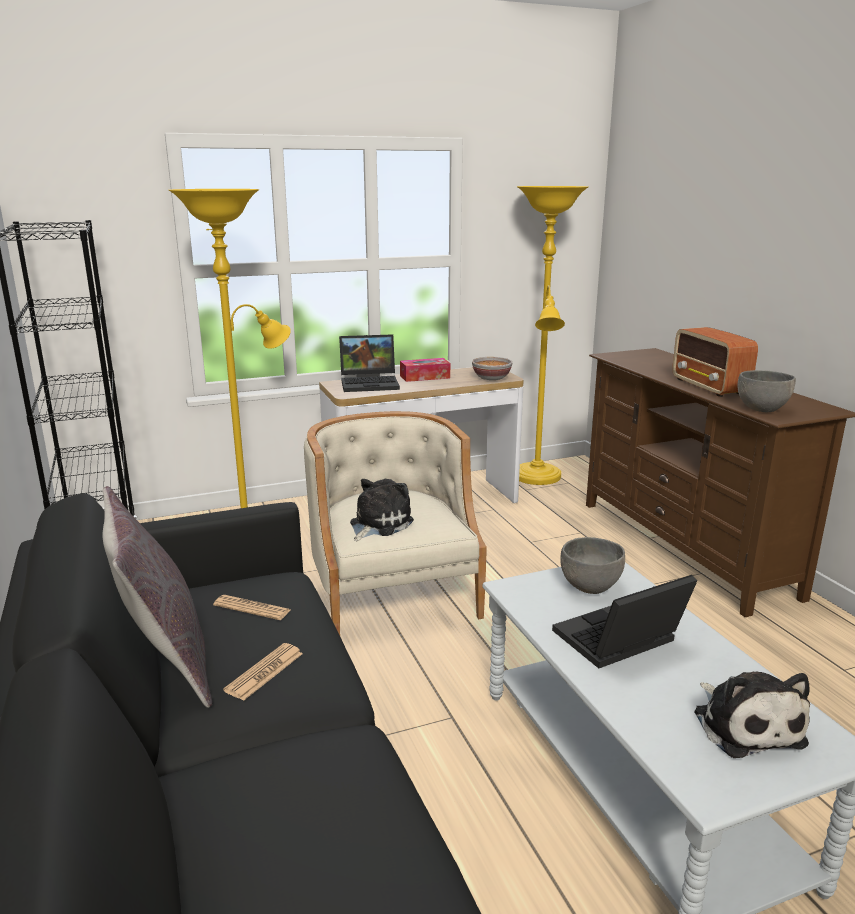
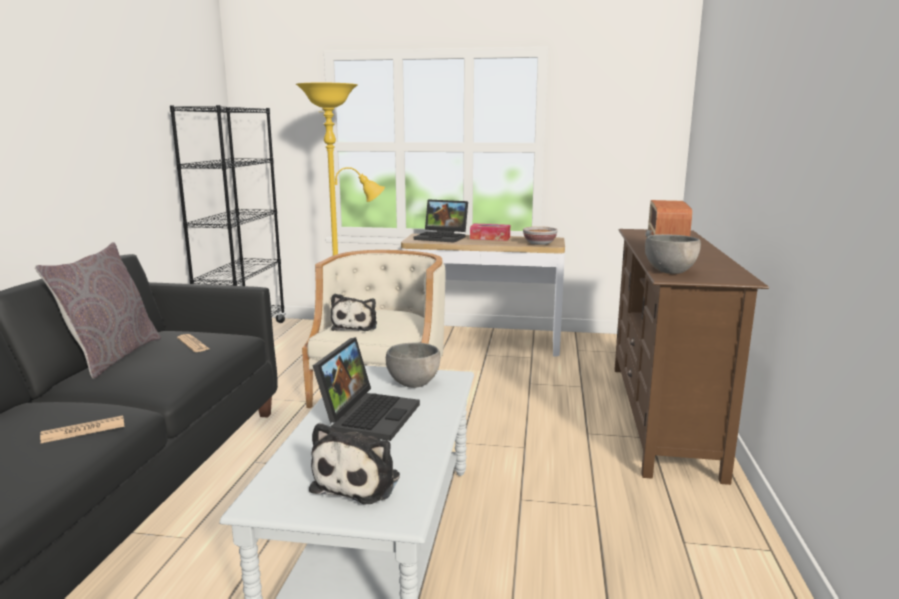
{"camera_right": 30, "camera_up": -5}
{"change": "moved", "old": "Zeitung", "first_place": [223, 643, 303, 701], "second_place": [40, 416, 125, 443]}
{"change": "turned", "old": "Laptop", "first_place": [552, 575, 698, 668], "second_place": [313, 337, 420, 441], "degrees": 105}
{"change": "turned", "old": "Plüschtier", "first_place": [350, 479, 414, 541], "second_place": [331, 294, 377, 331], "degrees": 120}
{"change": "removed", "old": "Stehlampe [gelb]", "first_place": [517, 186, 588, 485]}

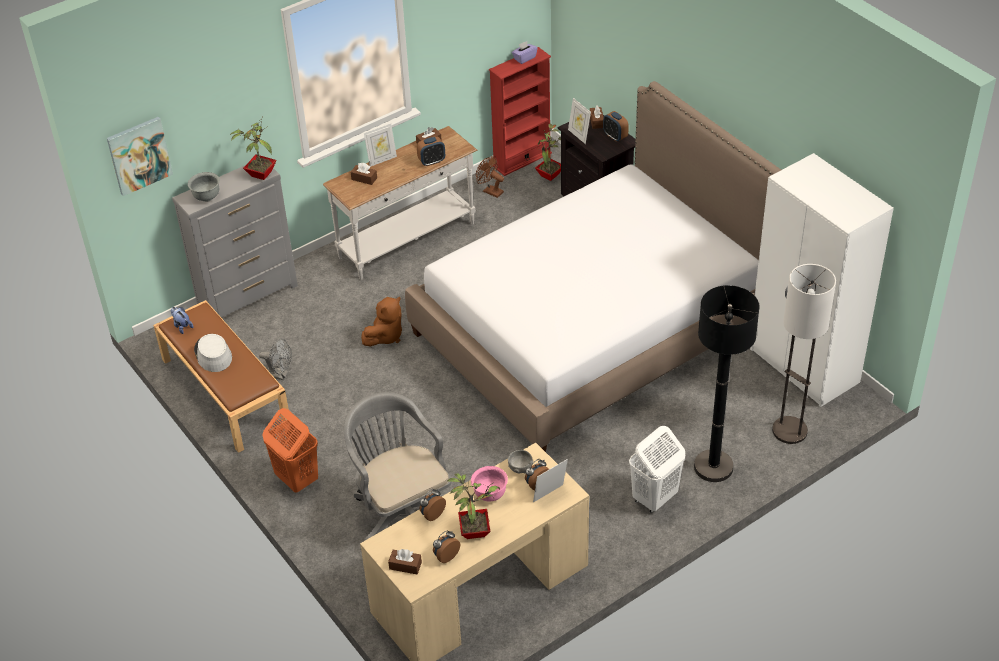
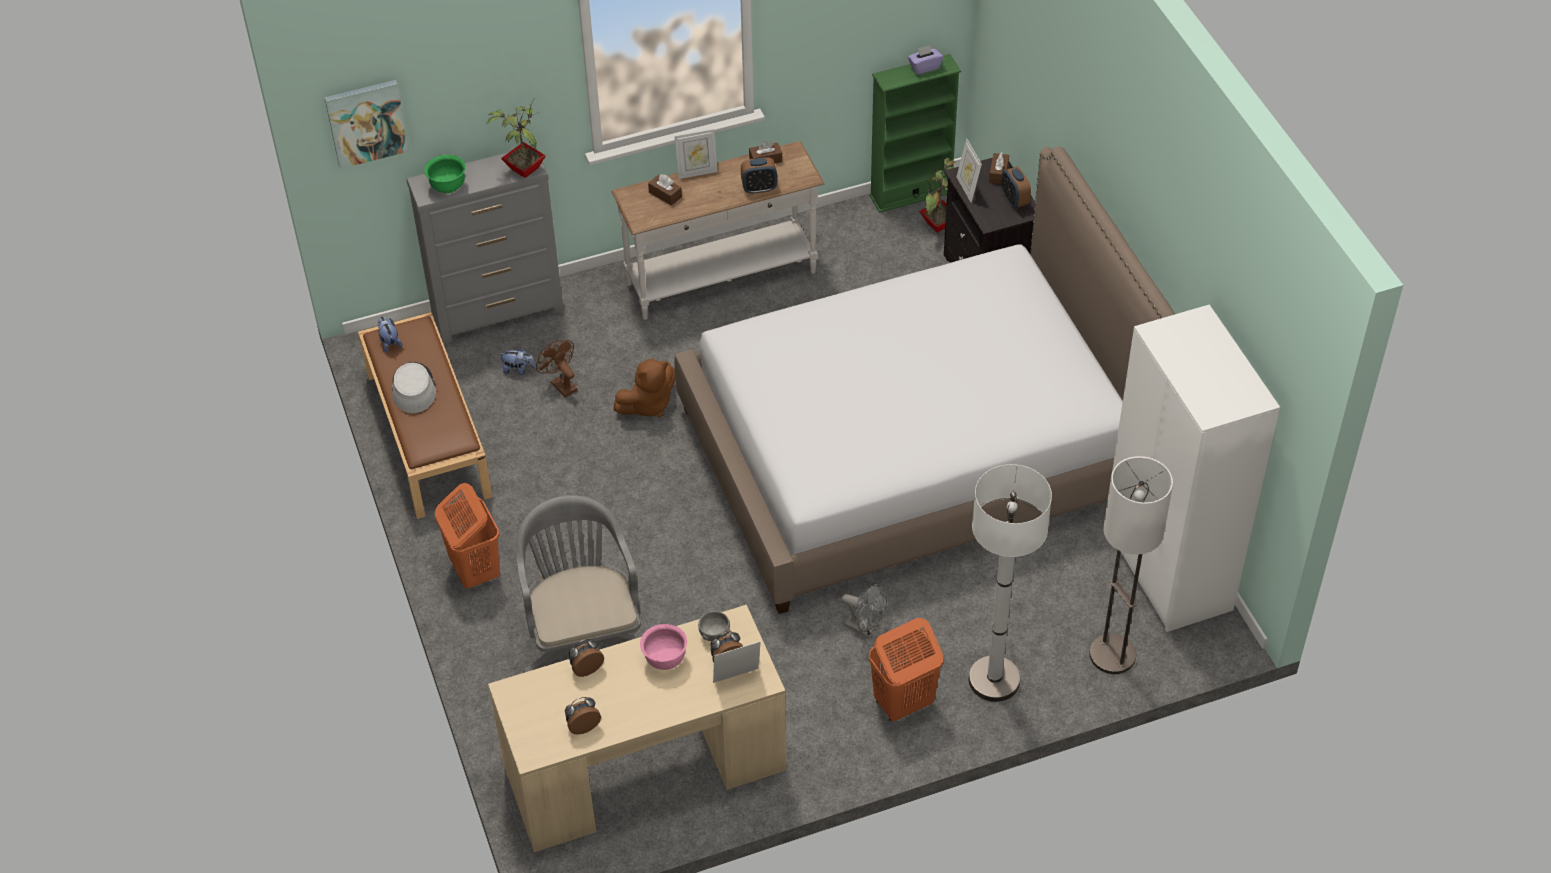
{"camera_right": 15, "camera_up": 5}
{"change": "recoloured", "old": "Schüssel [grau]", "new": "Schüssel [grün]", "first_place": [188, 172, 220, 202], "second_place": [424, 155, 466, 194]}
{"change": "added", "new": "Plüschtier", "second_place": [499, 348, 536, 375]}
{"change": "moved", "old": "Ventilator [braun]", "first_place": [476, 156, 504, 198], "second_place": [536, 340, 577, 397]}
{"change": "moved", "old": "Ventilator [grau]", "first_place": [259, 338, 292, 380], "second_place": [842, 584, 887, 637]}
{"change": "recoloured", "old": "Bücherregal [rot]", "new": "Bücherregal [grün]", "first_place": [489, 47, 552, 176], "second_place": [869, 54, 961, 213]}
{"change": "recoloured", "old": "Wäschekorb [weiß]", "new": "Wäschekorb [orange]", "first_place": [629, 426, 685, 513], "second_place": [869, 618, 943, 722]}
{"change": "recoloured", "old": "Stehlampe [schwarz]", "new": "Stehlampe [weiß]", "first_place": [694, 285, 760, 482], "second_place": [969, 464, 1052, 702]}
{"change": "removed", "old": "Taschentuchbox [braun]", "first_place": [388, 549, 422, 574]}
{"change": "removed", "old": "Topfpflanze", "first_place": [447, 473, 500, 539]}

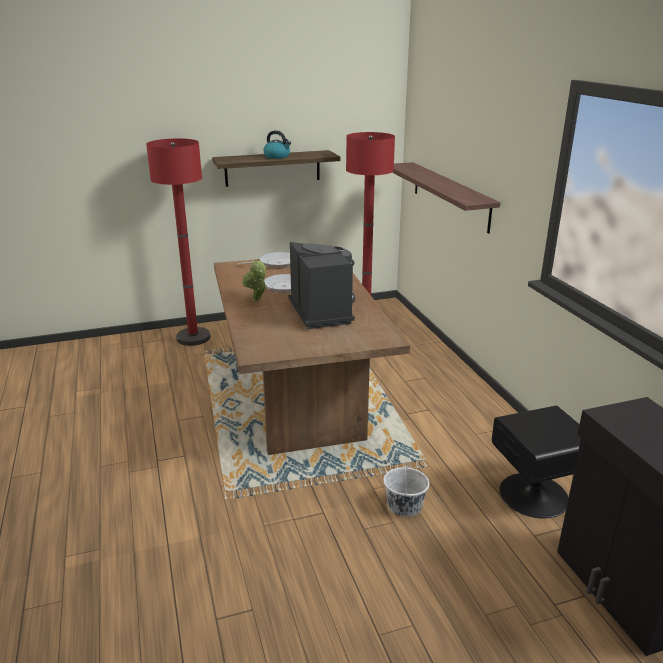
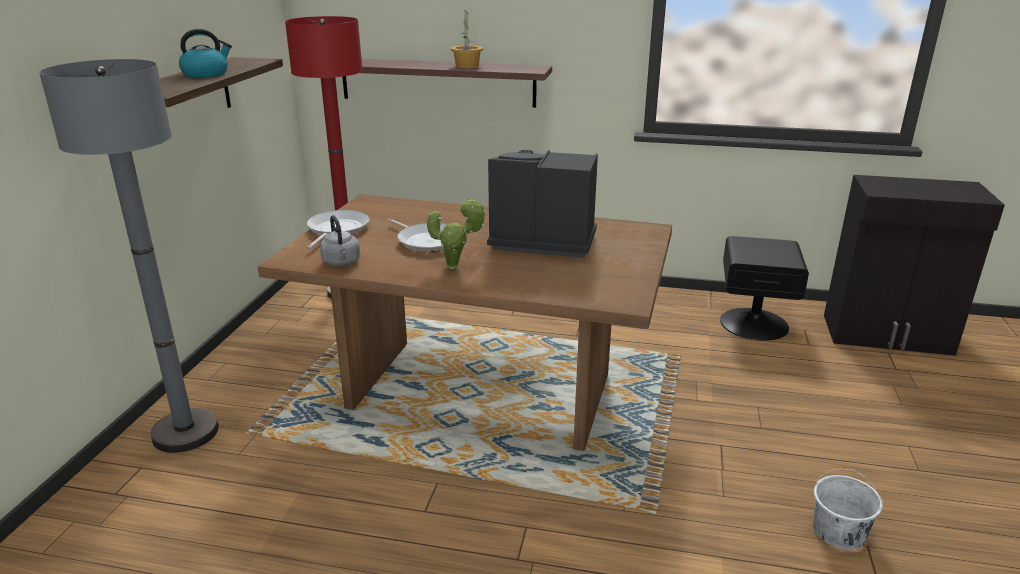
{"camera_right": -60, "camera_up": 0}
{"change": "recoloured", "old": "Stehlampe [rot]", "new": "Stehlampe [grau]", "first_place": [146, 138, 210, 346], "second_place": [39, 59, 219, 453]}
{"change": "added", "new": "Wasserkessel [grau]", "second_place": [320, 215, 360, 266]}
{"change": "added", "new": "Topfpflanze", "second_place": [451, 10, 483, 68]}
{"change": "moved", "old": "Eimer [weiß]", "first_place": [383, 458, 429, 517], "second_place": [813, 469, 883, 549]}

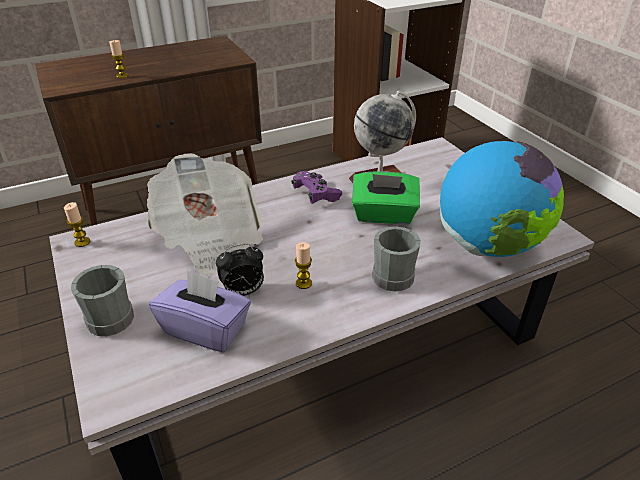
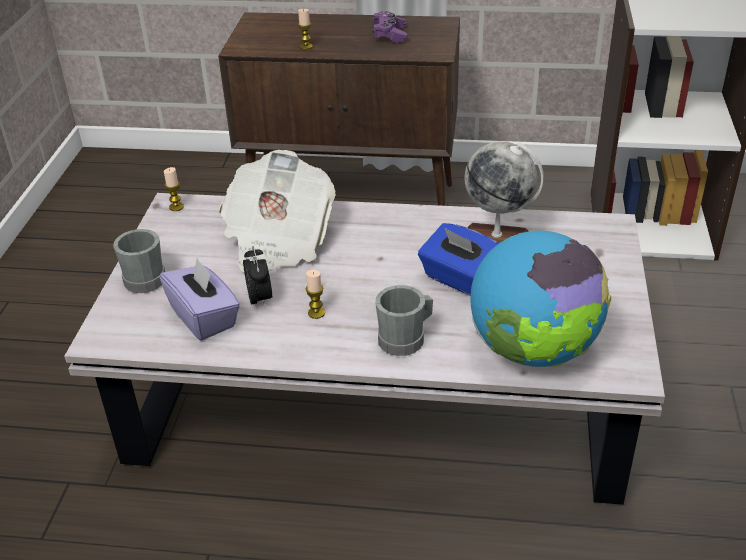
{"camera_right": 35, "camera_up": 0}
{"change": "turned", "old": "Wecker", "first_place": [216, 244, 264, 296], "second_place": [243, 246, 272, 308], "degrees": -120}
{"change": "moved", "old": "Gamepad [lila]", "first_place": [291, 171, 342, 204], "second_place": [373, 11, 408, 43]}
{"change": "recoloured", "old": "Taschentuchbox [grün]", "new": "Taschentuchbox [blau]", "first_place": [352, 171, 420, 224], "second_place": [418, 223, 499, 296]}

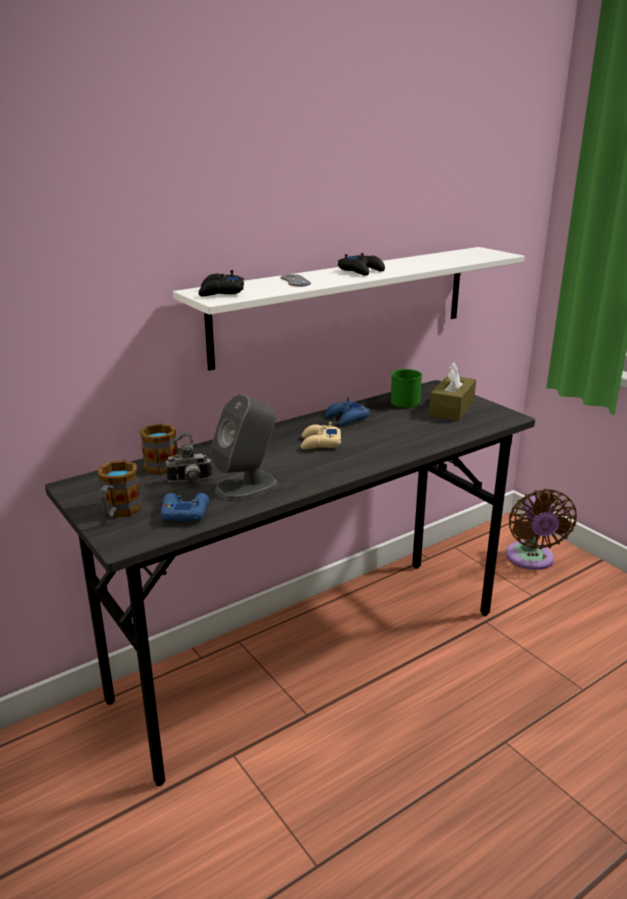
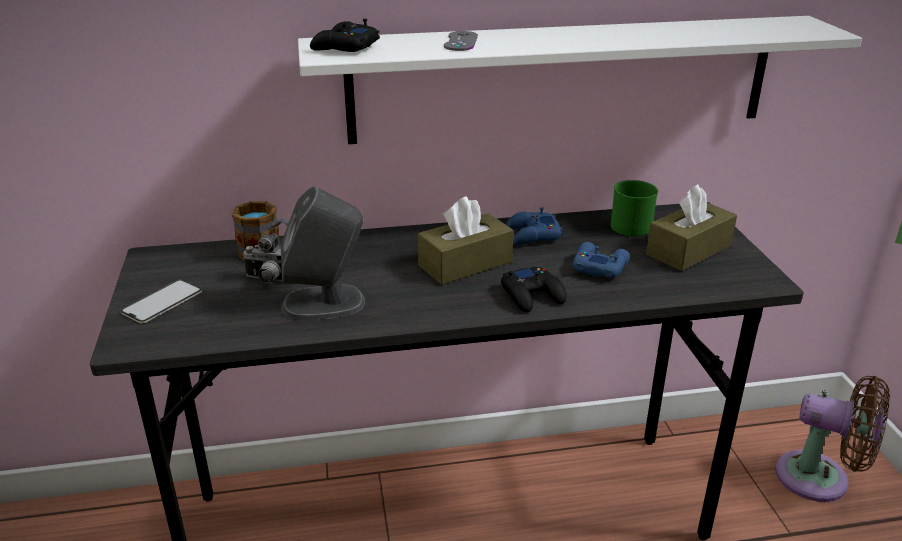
{"camera_right": 25, "camera_up": 5}
{"change": "replaced", "old": "Henkelbecher", "new": "Handy", "first_place": [98, 460, 141, 518], "second_place": [120, 280, 202, 323]}
{"change": "replaced", "old": "Gamepad [beige]", "new": "Taschentuchbox [braun]", "first_place": [301, 422, 341, 449], "second_place": [418, 196, 513, 285]}
{"change": "moved", "old": "Gamepad [schwarz]", "first_place": [338, 253, 385, 276], "second_place": [501, 266, 566, 313]}
{"change": "moved", "old": "Gamepad [blau]", "first_place": [161, 493, 209, 522], "second_place": [573, 242, 630, 278]}
{"change": "turned", "old": "Ventilator [braun]", "first_place": [505, 489, 577, 570], "second_place": [775, 376, 890, 502], "degrees": -90}

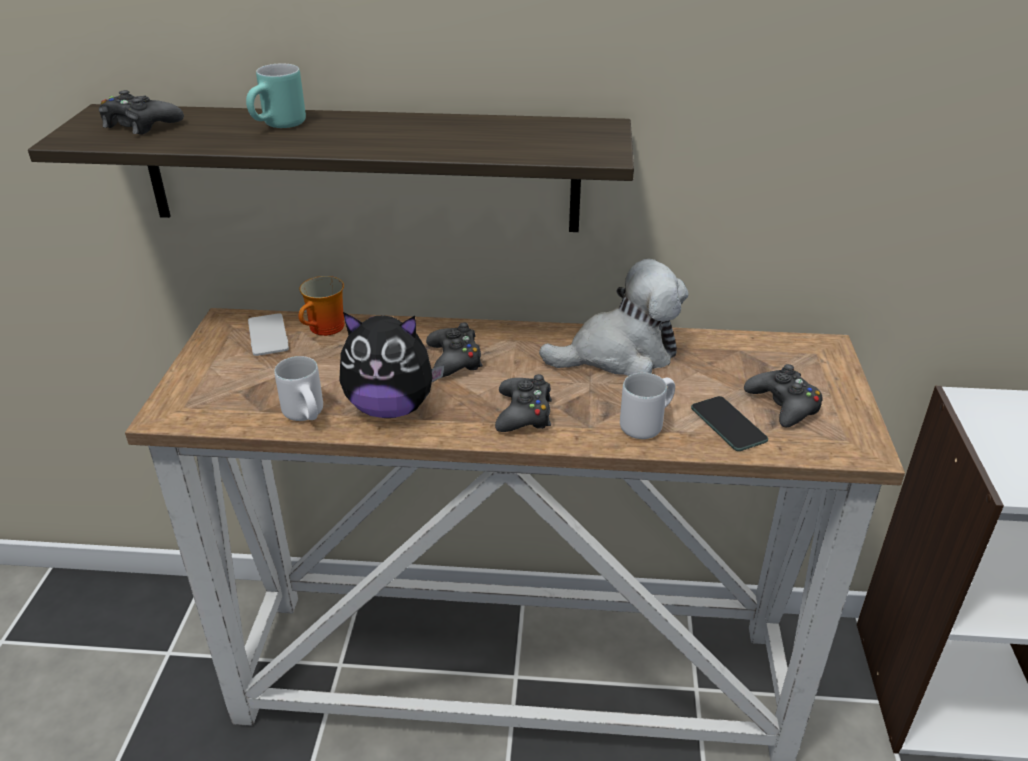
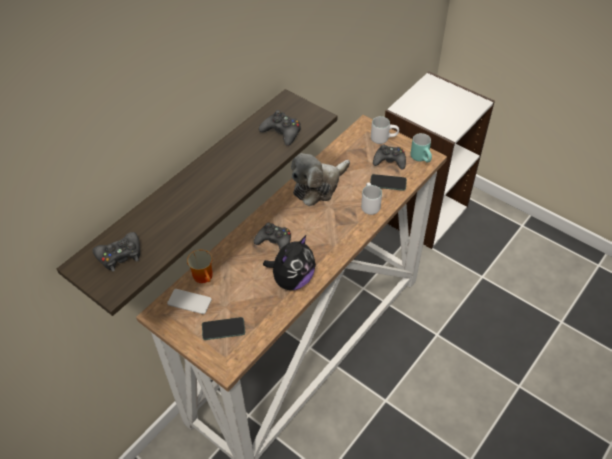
{"camera_right": -55, "camera_up": 15}
{"change": "added", "new": "Handy", "second_place": [202, 317, 245, 340]}
{"change": "moved", "old": "Gamepad [schwarz]", "first_place": [495, 374, 552, 432], "second_place": [259, 110, 301, 146]}
{"change": "turned", "old": "Plüschtier", "first_place": [539, 259, 689, 376], "second_place": [291, 153, 350, 206], "degrees": -150}
{"change": "moved", "old": "Henkelbecher [weiß]", "first_place": [274, 356, 323, 421], "second_place": [371, 116, 399, 144]}
{"change": "moved", "old": "Henkelbecher [türkis]", "first_place": [246, 64, 306, 128], "second_place": [410, 133, 432, 163]}

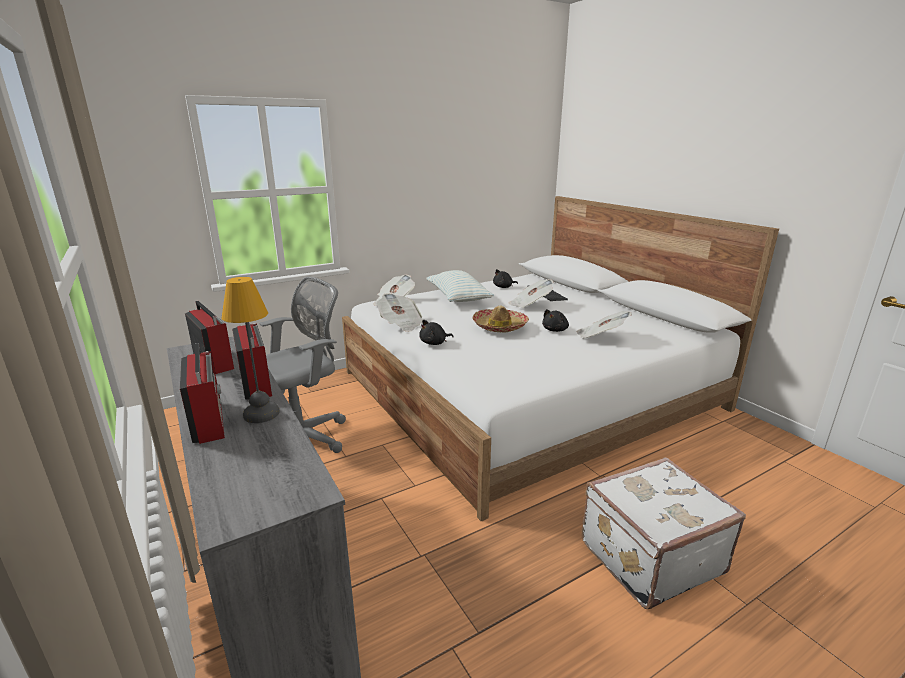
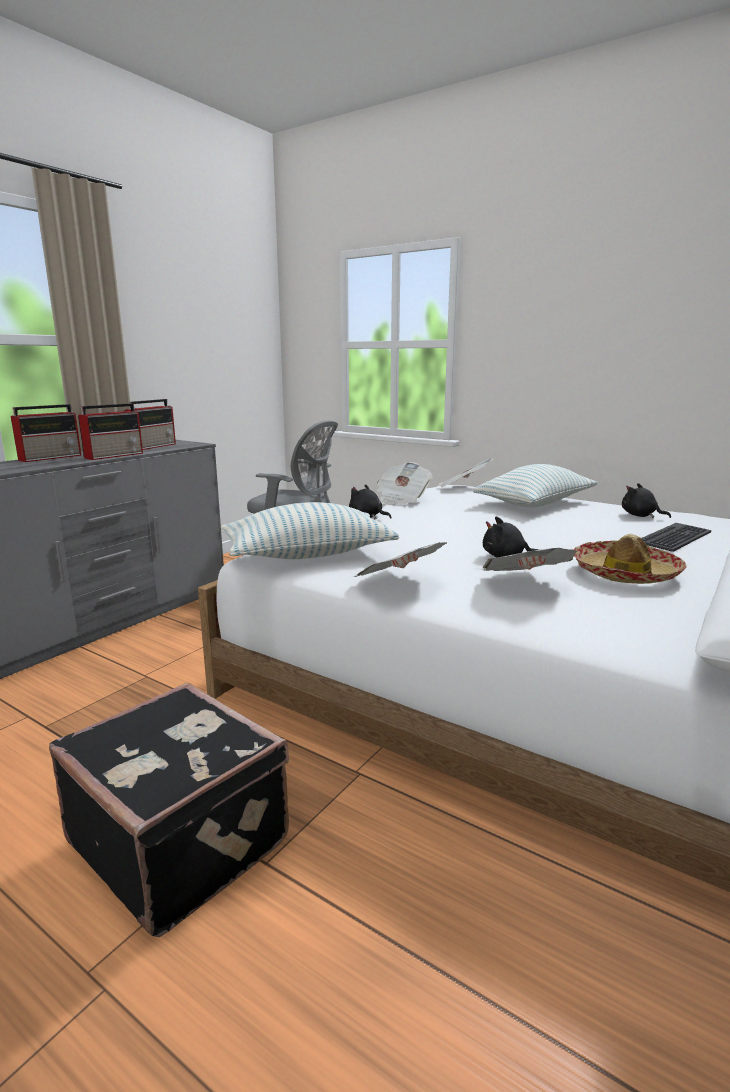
{"camera_right": 65, "camera_up": -5}
{"change": "recoloured", "old": "Koffer [weiß]", "new": "Koffer [schwarz]", "first_place": [581, 457, 746, 609], "second_place": [49, 683, 289, 937]}
{"change": "added", "new": "Kissen", "second_place": [221, 502, 399, 559]}
{"change": "moved", "old": "Zeitung", "first_place": [509, 279, 554, 308], "second_place": [354, 542, 447, 577]}
{"change": "moved", "old": "Hut", "first_place": [472, 306, 529, 332], "second_place": [573, 534, 687, 584]}
{"change": "removed", "old": "Tischlampe", "first_place": [222, 277, 280, 423]}

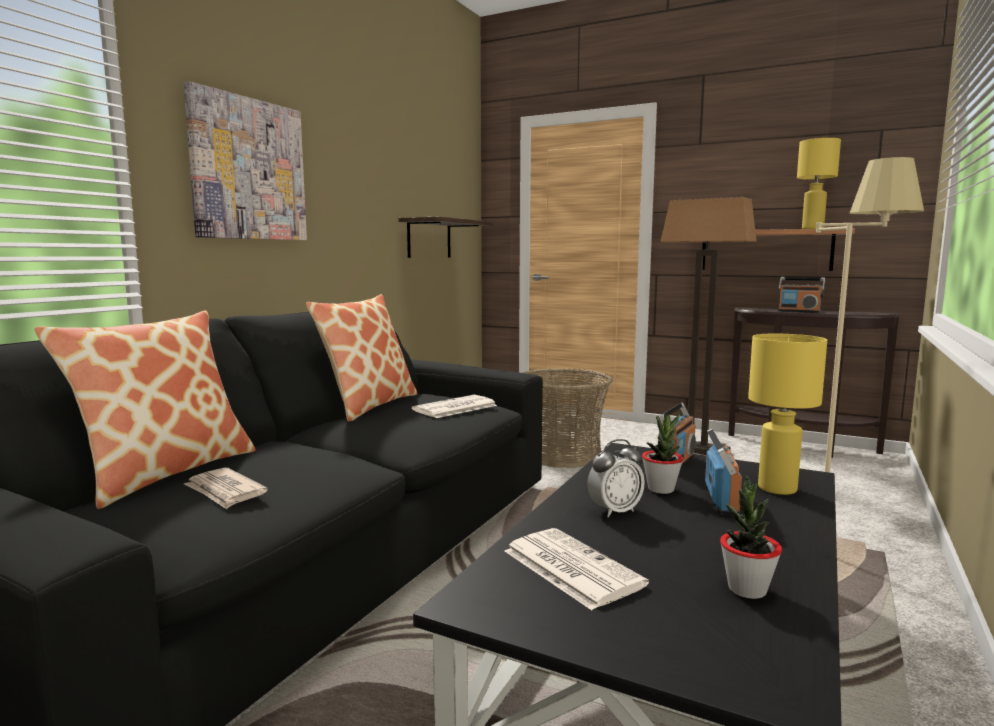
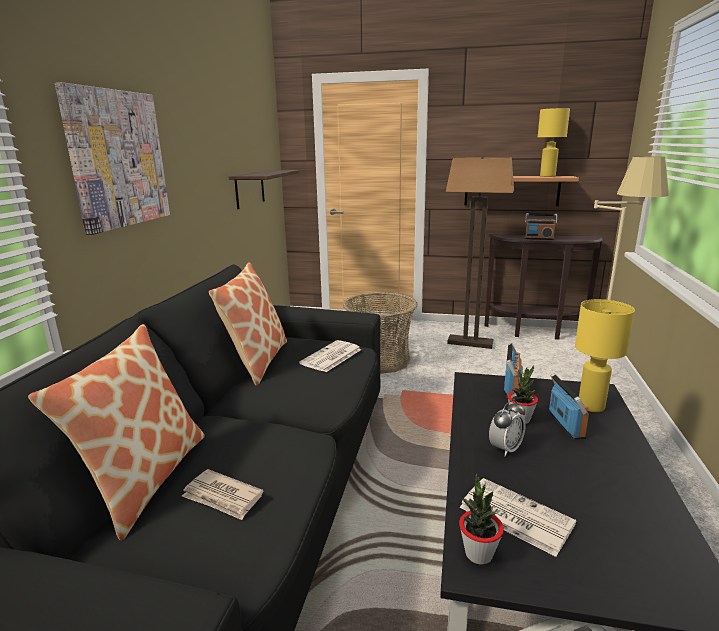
{"camera_right": -15, "camera_up": 10}
{"change": "moved", "old": "Topfpflanze", "first_place": [720, 475, 782, 599], "second_place": [459, 474, 504, 565]}

